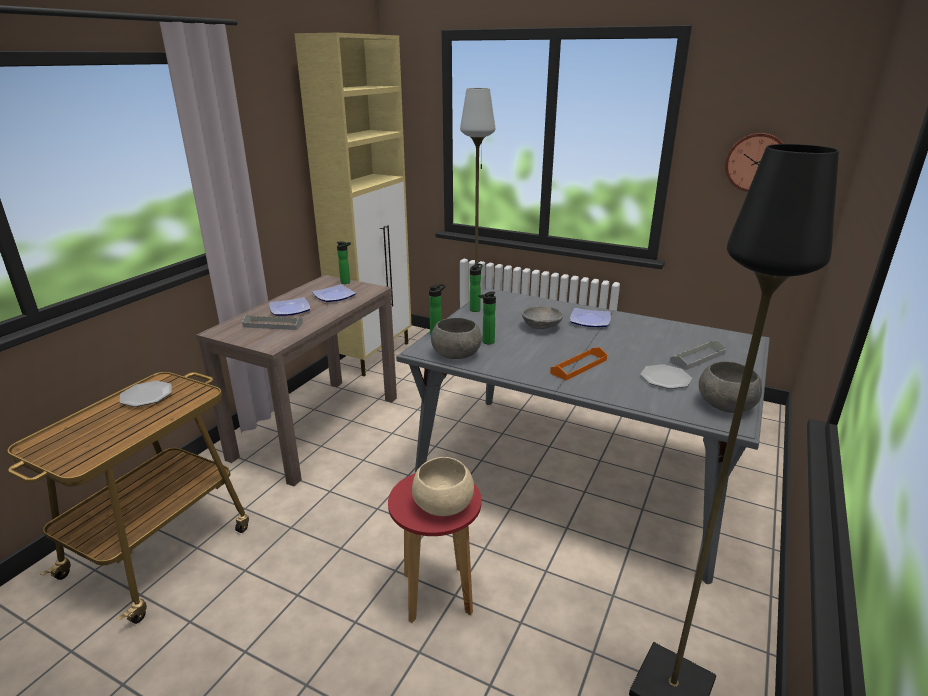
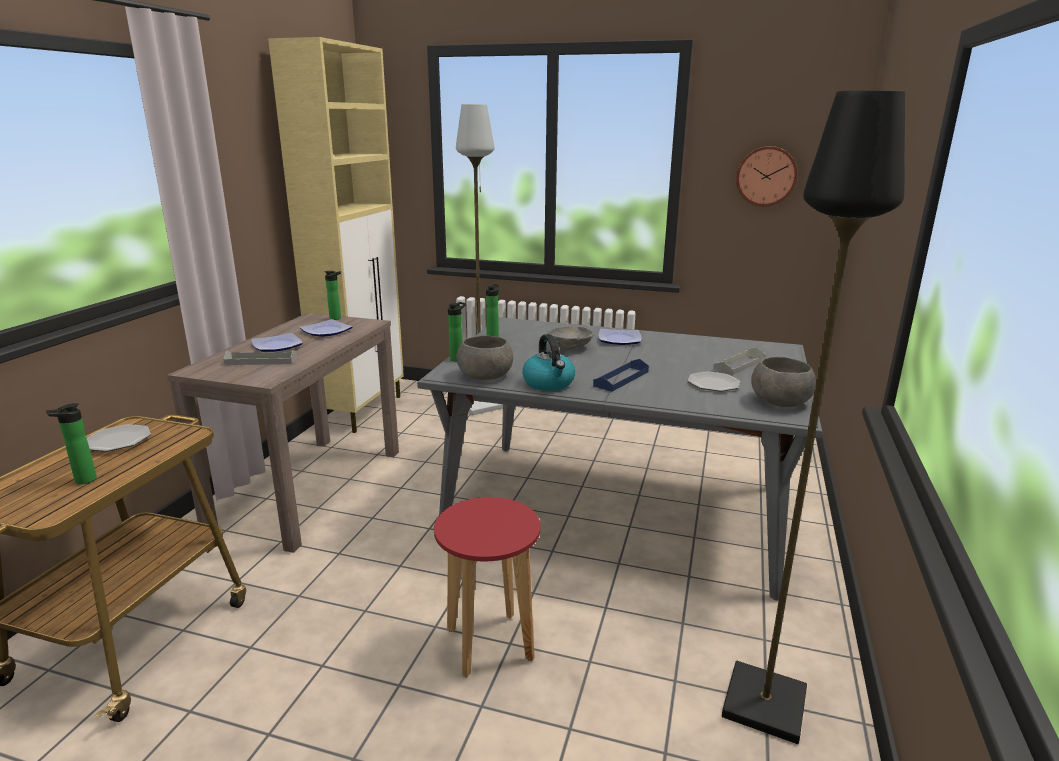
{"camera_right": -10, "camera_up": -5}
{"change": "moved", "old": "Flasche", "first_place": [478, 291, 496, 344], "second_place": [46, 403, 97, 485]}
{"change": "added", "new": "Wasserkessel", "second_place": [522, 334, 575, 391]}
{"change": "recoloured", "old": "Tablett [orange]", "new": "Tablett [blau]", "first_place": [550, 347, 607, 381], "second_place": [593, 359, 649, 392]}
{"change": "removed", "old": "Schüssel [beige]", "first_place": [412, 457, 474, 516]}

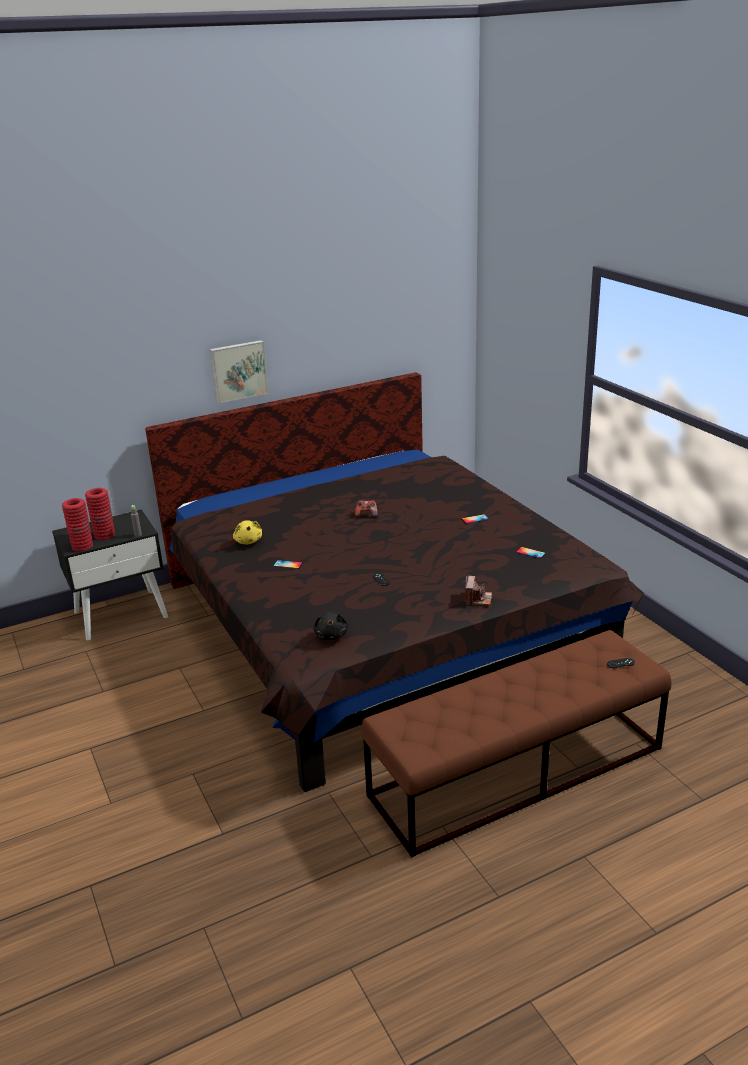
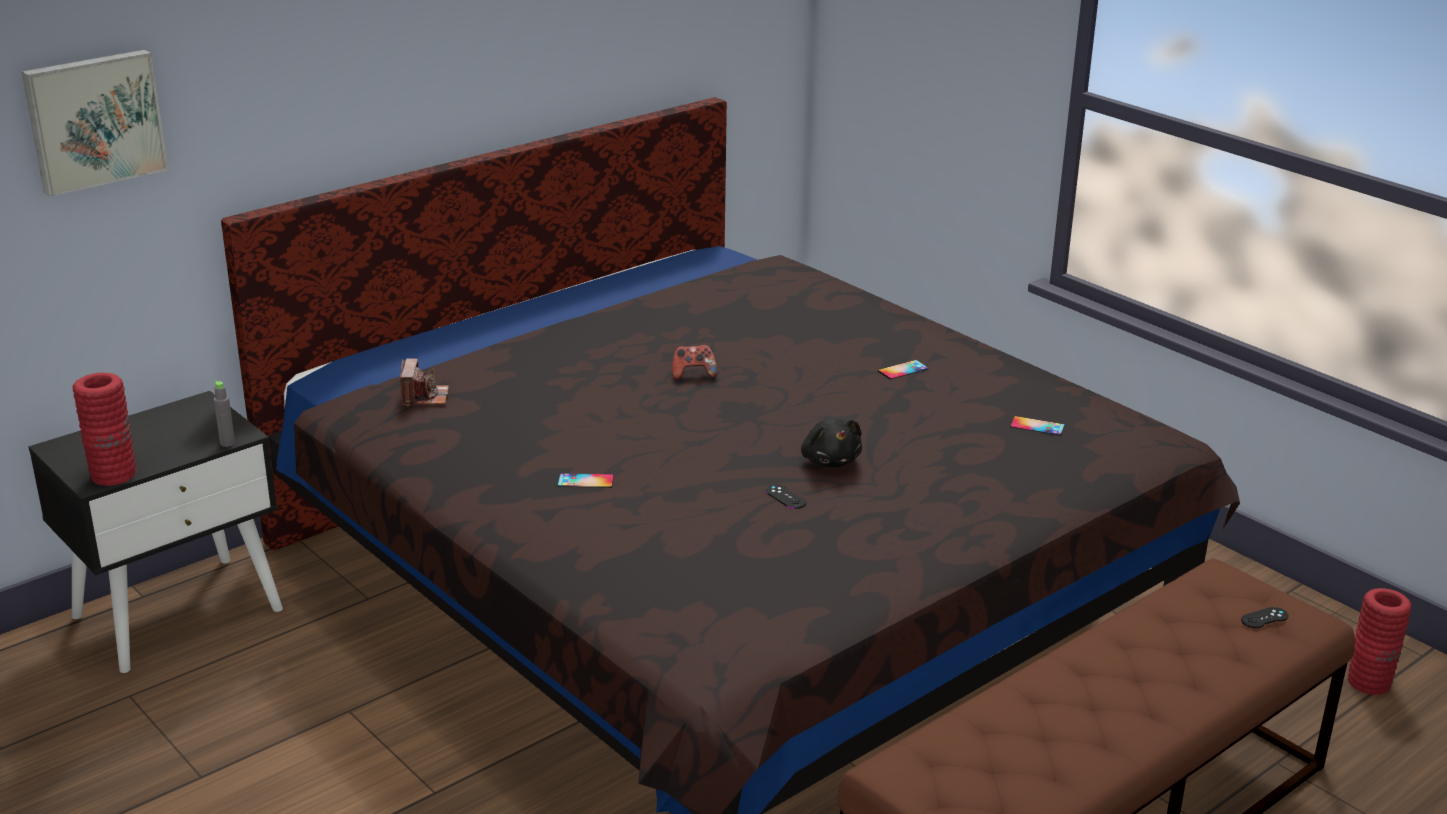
{"camera_right": -15, "camera_up": 0}
{"change": "moved", "old": "Bild", "first_place": [210, 340, 269, 403], "second_place": [22, 50, 168, 197]}
{"change": "moved", "old": "Kamera", "first_place": [465, 576, 492, 605], "second_place": [400, 358, 449, 407]}
{"change": "moved", "old": "Plüschtier [schwarz]", "first_place": [313, 611, 348, 640], "second_place": [801, 418, 862, 467]}
{"change": "moved", "old": "Vase [rot]", "first_place": [85, 488, 115, 540], "second_place": [1348, 588, 1412, 695]}
{"change": "removed", "old": "Plüschtier [gelb]", "first_place": [233, 520, 262, 544]}

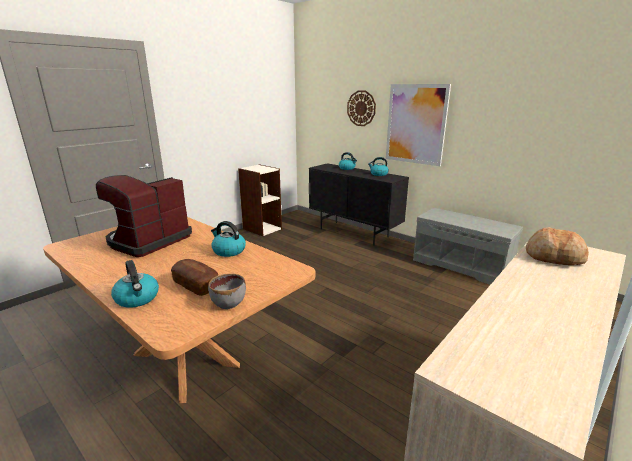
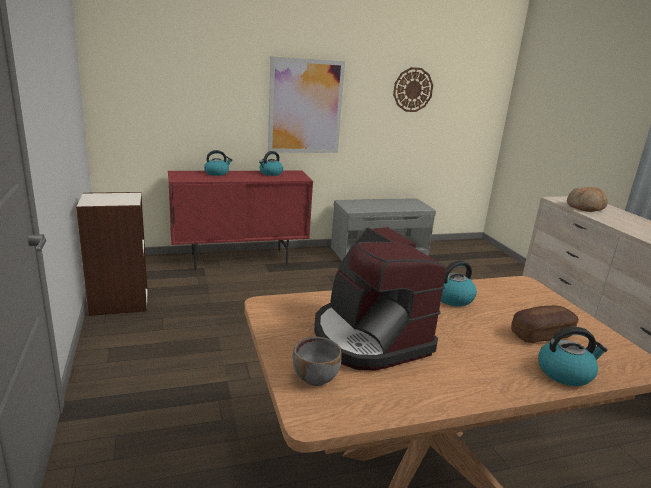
{"camera_right": -60, "camera_up": 0}
{"change": "recoloured", "old": "Schrank [schwarz]", "new": "Schrank [rot]", "first_place": [309, 163, 409, 246], "second_place": [168, 171, 313, 270]}
{"change": "moved", "old": "Schüssel [grau]", "first_place": [208, 274, 246, 309], "second_place": [293, 337, 342, 386]}
{"change": "moved", "old": "Wanduhr", "first_place": [347, 90, 376, 126], "second_place": [393, 67, 433, 112]}

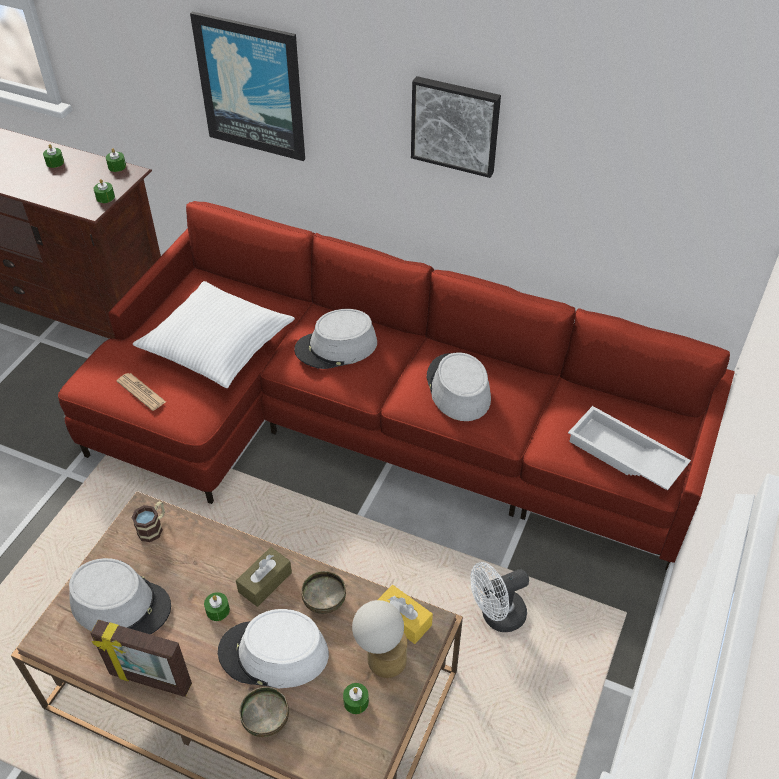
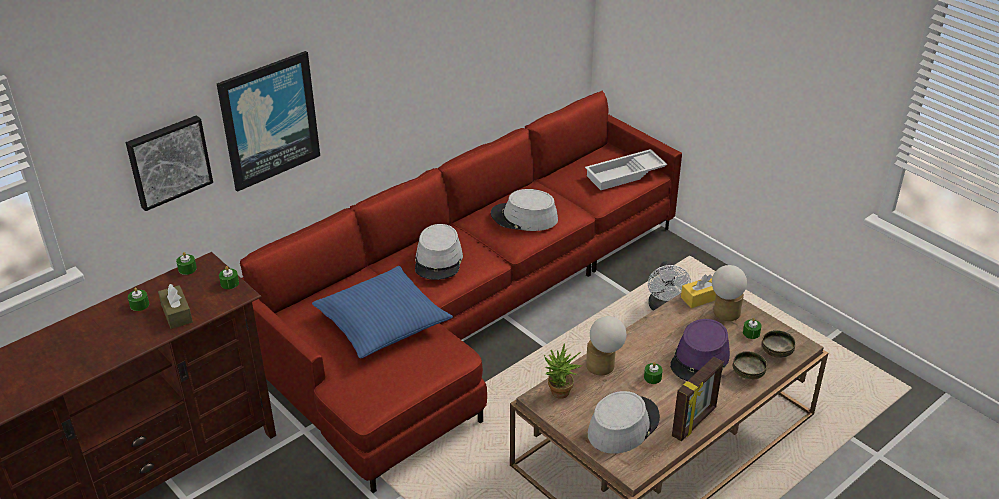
{"camera_right": -65, "camera_up": -10}
{"change": "moved", "old": "Bild", "first_place": [411, 76, 501, 178], "second_place": [126, 115, 213, 211]}
{"change": "moved", "old": "Taschentuchbox [braun]", "first_place": [236, 547, 292, 607], "second_place": [158, 283, 193, 329]}
{"change": "recoloured", "old": "Kissen [weiß]", "new": "Kissen [blau]", "first_place": [133, 281, 295, 388], "second_place": [312, 266, 453, 358]}
{"change": "replaced", "old": "Henkelbecher", "new": "Topfpflanze", "first_place": [132, 501, 165, 542], "second_place": [544, 343, 583, 399]}
{"change": "added", "new": "Tischlampe", "second_place": [586, 316, 627, 375]}
{"change": "recoloured", "old": "Hut [weiß]", "new": "Hut [lila]", "first_place": [218, 609, 329, 688], "second_place": [670, 319, 730, 381]}
{"change": "moved", "old": "Schüssel", "first_place": [301, 571, 346, 614], "second_place": [762, 330, 796, 358]}
{"change": "removed", "old": "Zeitung", "first_place": [117, 373, 166, 411]}

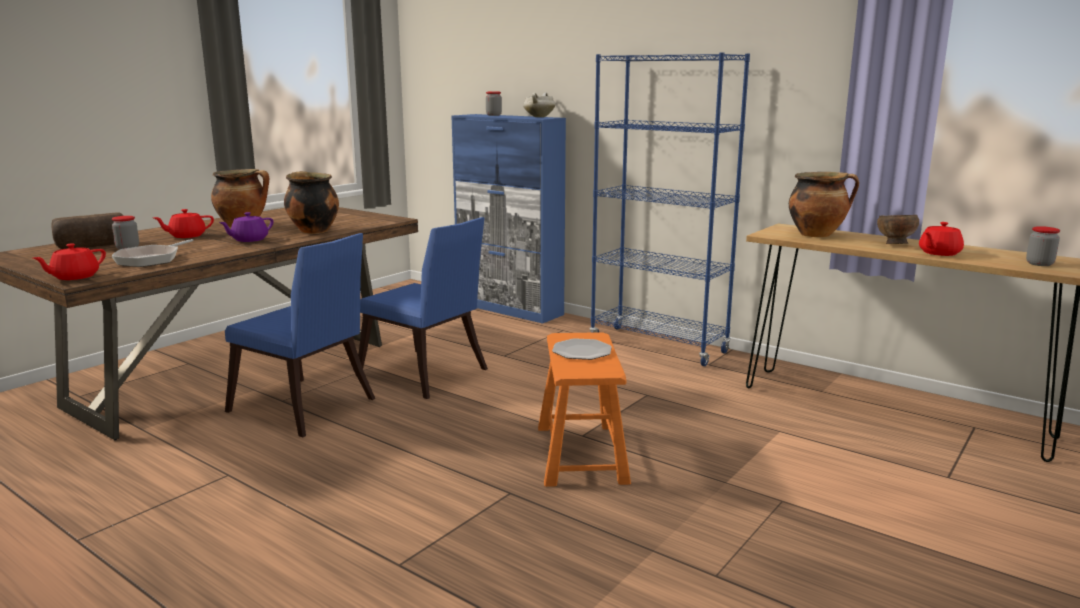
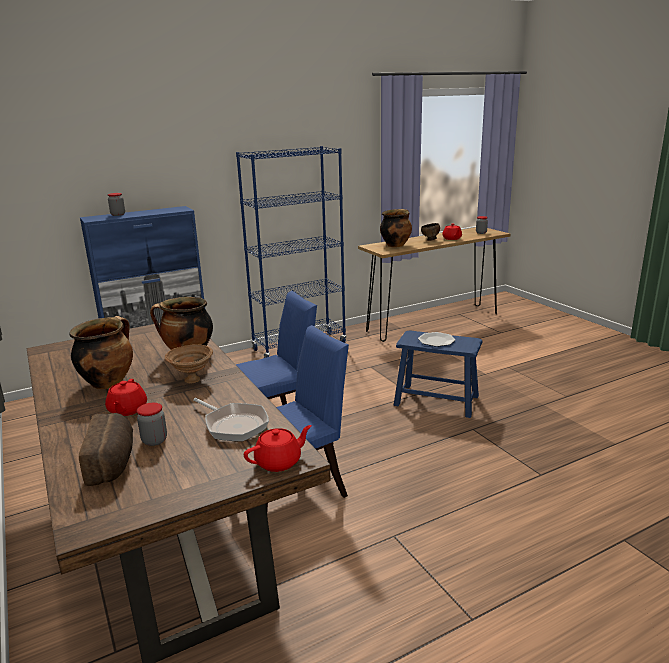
{"camera_right": -65, "camera_up": 5}
{"change": "replaced", "old": "Teekanne [lila]", "new": "Schüssel [braun]", "first_place": [219, 212, 273, 242], "second_place": [165, 344, 213, 383]}
{"change": "turned", "old": "Teekanne [rot]", "first_place": [33, 243, 106, 280], "second_place": [244, 425, 312, 472], "degrees": -90}
{"change": "recoloured", "old": "Hocker [orange]", "new": "Hocker [blau]", "first_place": [538, 332, 631, 487], "second_place": [394, 330, 483, 418]}
{"change": "removed", "old": "Kochtopf [weiß]", "first_place": [523, 93, 556, 117]}

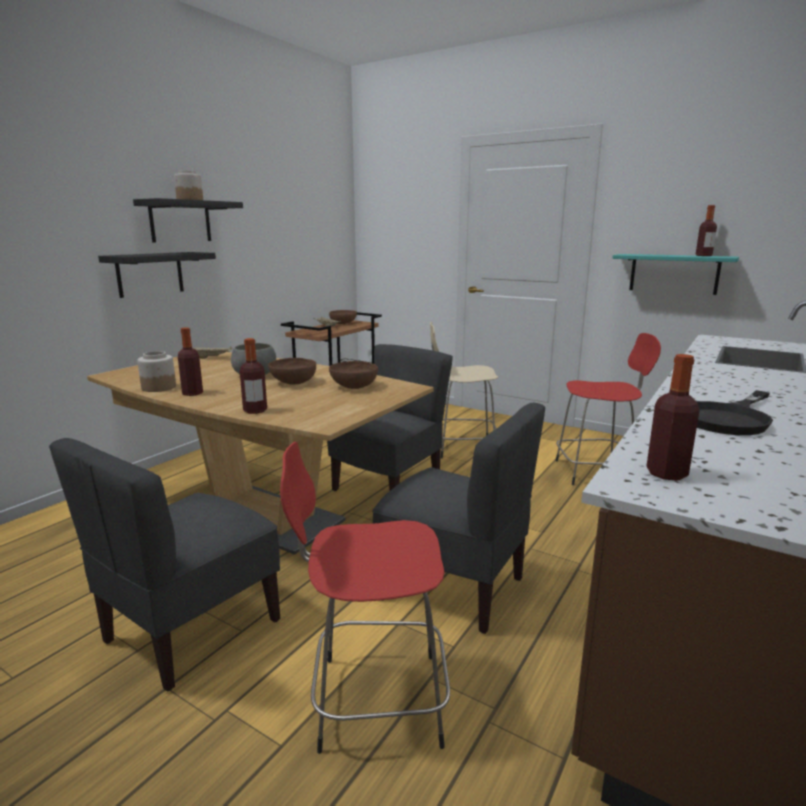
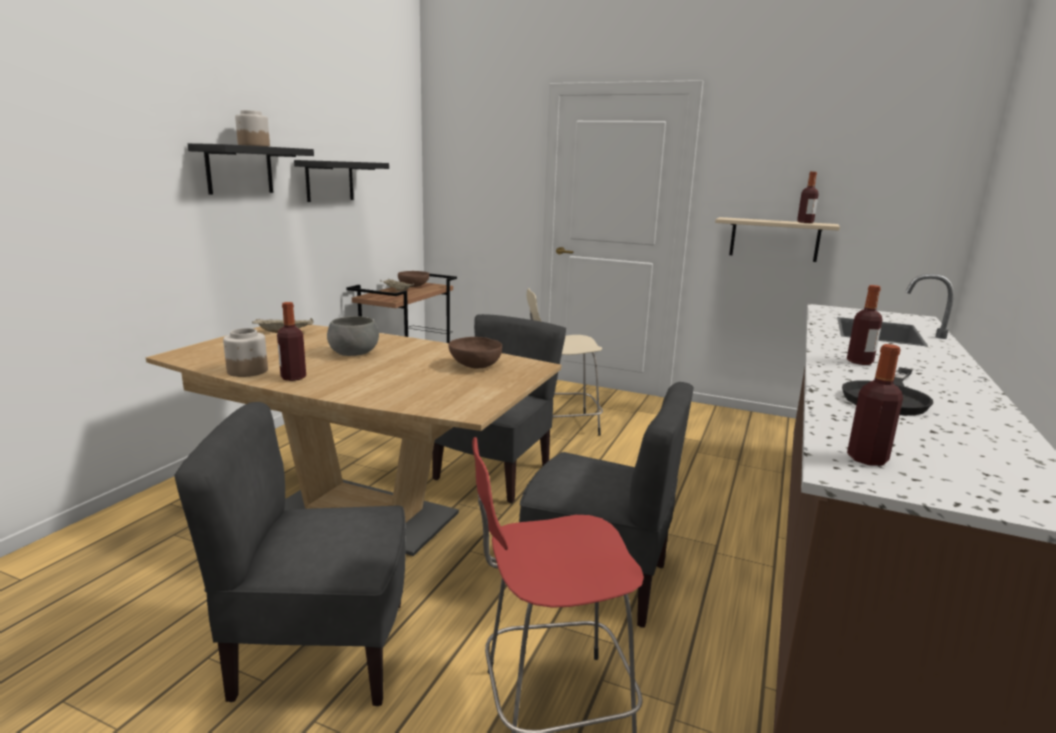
{"camera_right": -10, "camera_up": 0}
{"change": "turned", "old": "Stuhl [grau]", "first_place": [49, 438, 280, 692], "second_place": [174, 402, 406, 706], "degrees": 60}
{"change": "moved", "old": "Wandregal [schwarz]", "first_place": [98, 252, 216, 298], "second_place": [294, 160, 389, 202]}
{"change": "recoloured", "old": "Wandregal [türkis]", "new": "Wandregal [beige]", "first_place": [612, 254, 739, 295], "second_place": [715, 217, 840, 262]}
{"change": "moved", "old": "Flasche", "first_place": [240, 338, 267, 414], "second_place": [847, 285, 883, 365]}
{"change": "removed", "old": "Schüssel [braun]", "first_place": [268, 358, 316, 384]}
{"change": "removed", "old": "Hocker [rot]", "first_place": [555, 333, 661, 485]}

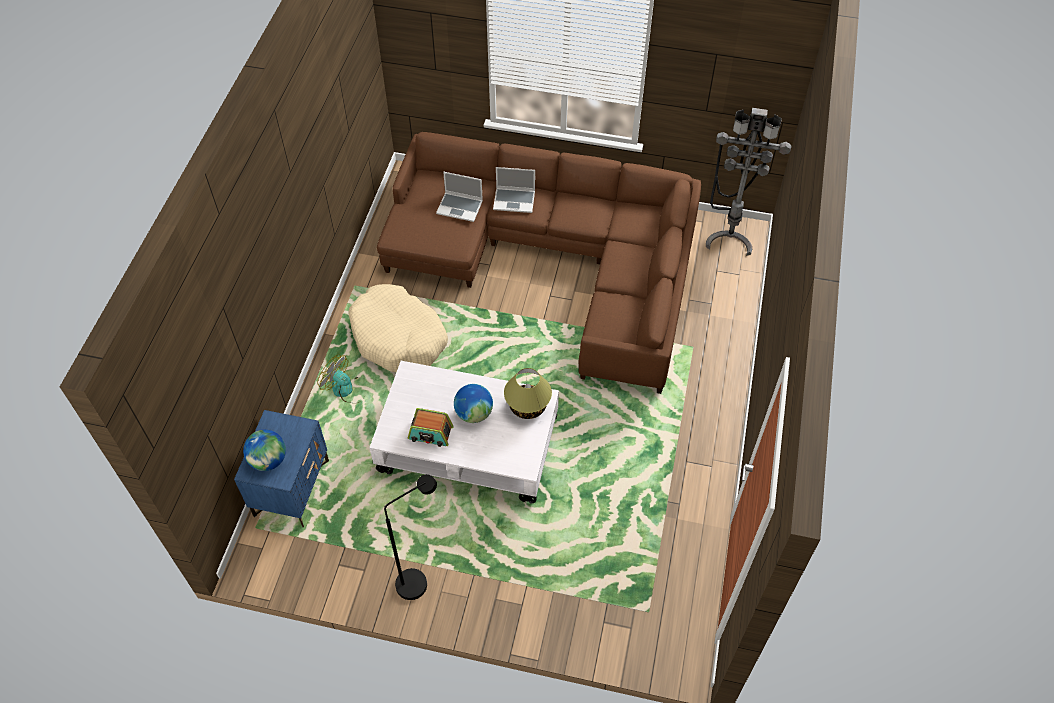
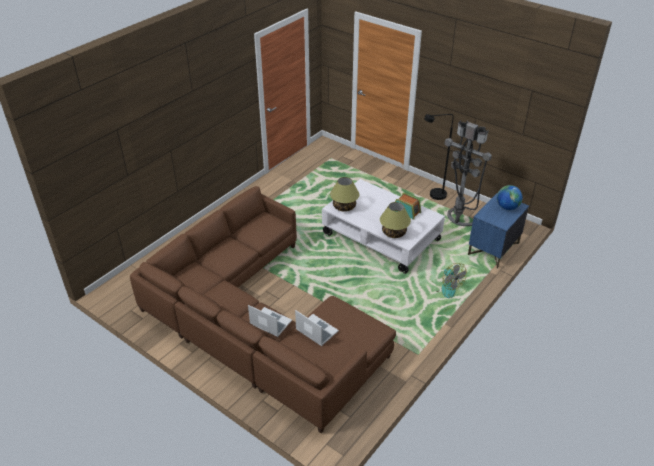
{"camera_right": -155, "camera_up": -15}
{"change": "added", "new": "Tischlampe", "second_place": [380, 202, 411, 238]}
{"change": "moved", "old": "Stehlampe [grau]", "first_place": [706, 108, 792, 256], "second_place": [444, 121, 492, 226]}
{"change": "removed", "old": "Hundebett [beige]", "first_place": [348, 284, 448, 372]}
{"change": "removed", "old": "Globus", "first_place": [454, 384, 493, 423]}

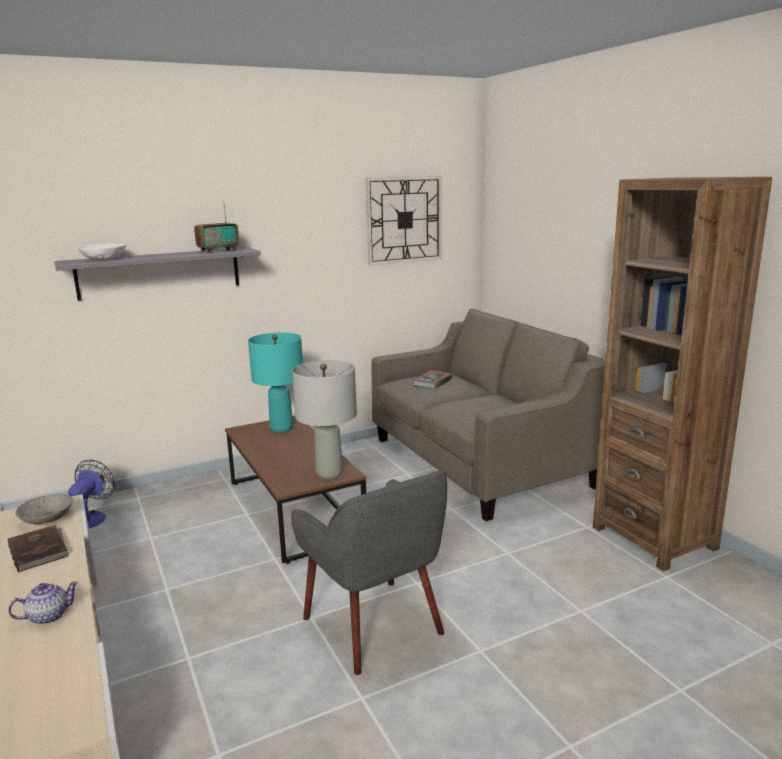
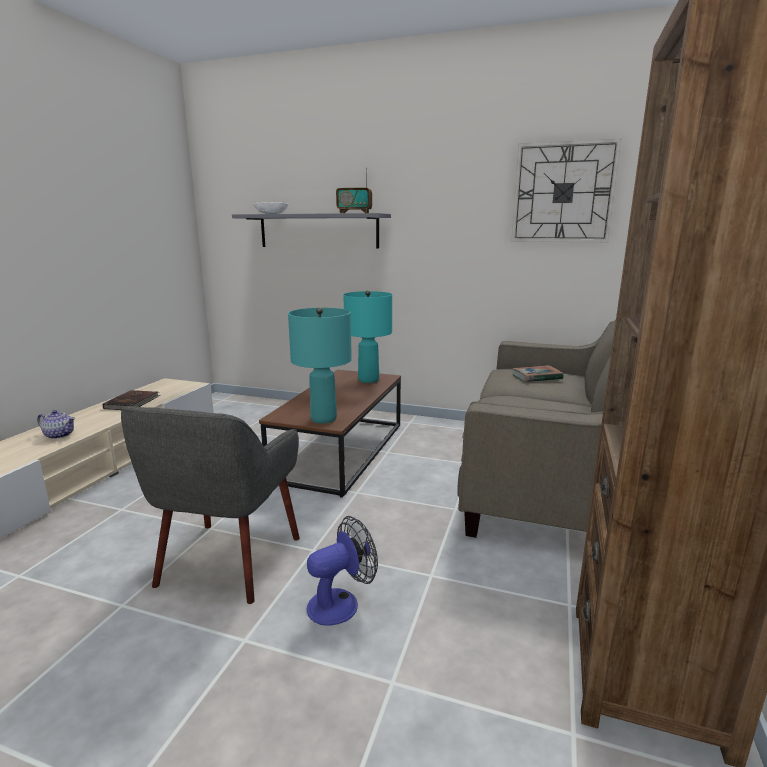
{"camera_right": 45, "camera_up": 0}
{"change": "recoloured", "old": "Tischlampe [grau]", "new": "Tischlampe [türkis]", "first_place": [292, 360, 357, 479], "second_place": [288, 307, 352, 424]}
{"change": "moved", "old": "Ventilator", "first_place": [68, 460, 115, 528], "second_place": [307, 516, 378, 626]}
{"change": "removed", "old": "Schüssel [grau]", "first_place": [15, 494, 73, 524]}

